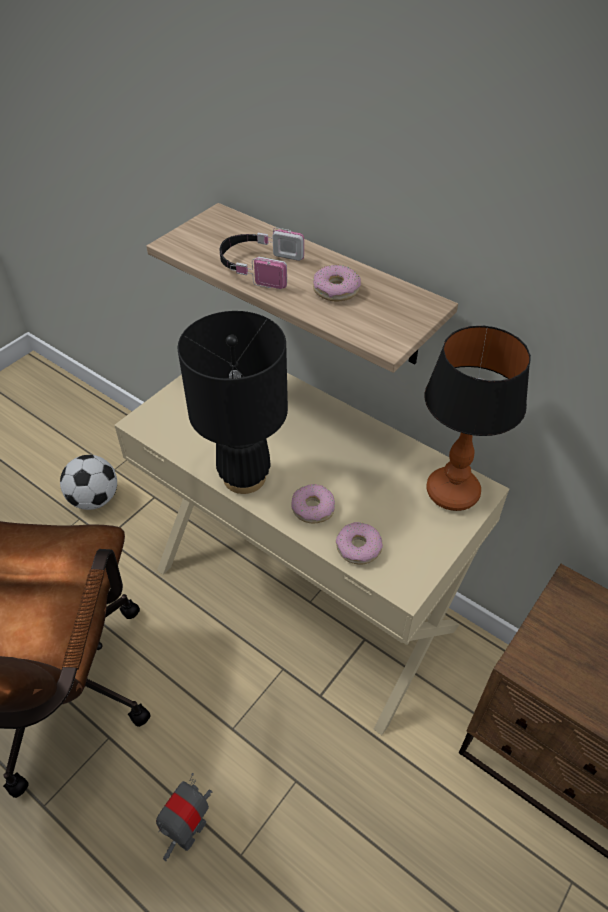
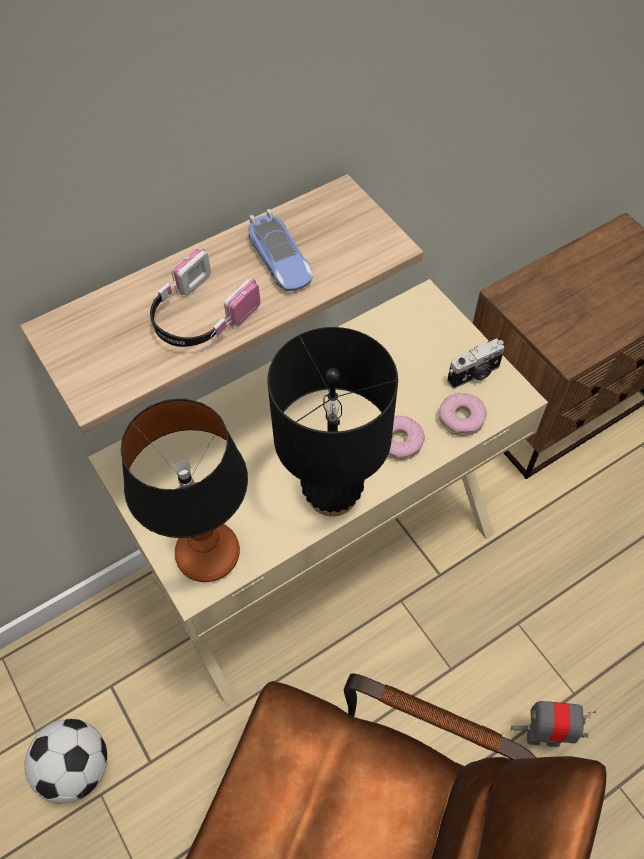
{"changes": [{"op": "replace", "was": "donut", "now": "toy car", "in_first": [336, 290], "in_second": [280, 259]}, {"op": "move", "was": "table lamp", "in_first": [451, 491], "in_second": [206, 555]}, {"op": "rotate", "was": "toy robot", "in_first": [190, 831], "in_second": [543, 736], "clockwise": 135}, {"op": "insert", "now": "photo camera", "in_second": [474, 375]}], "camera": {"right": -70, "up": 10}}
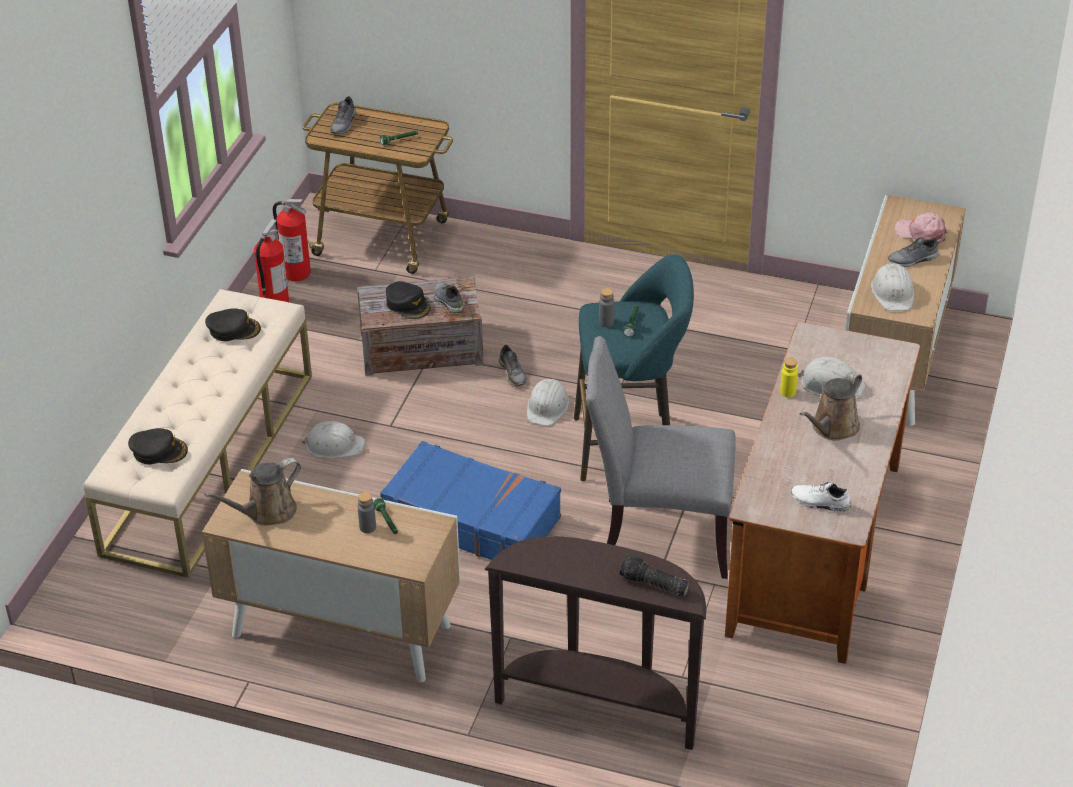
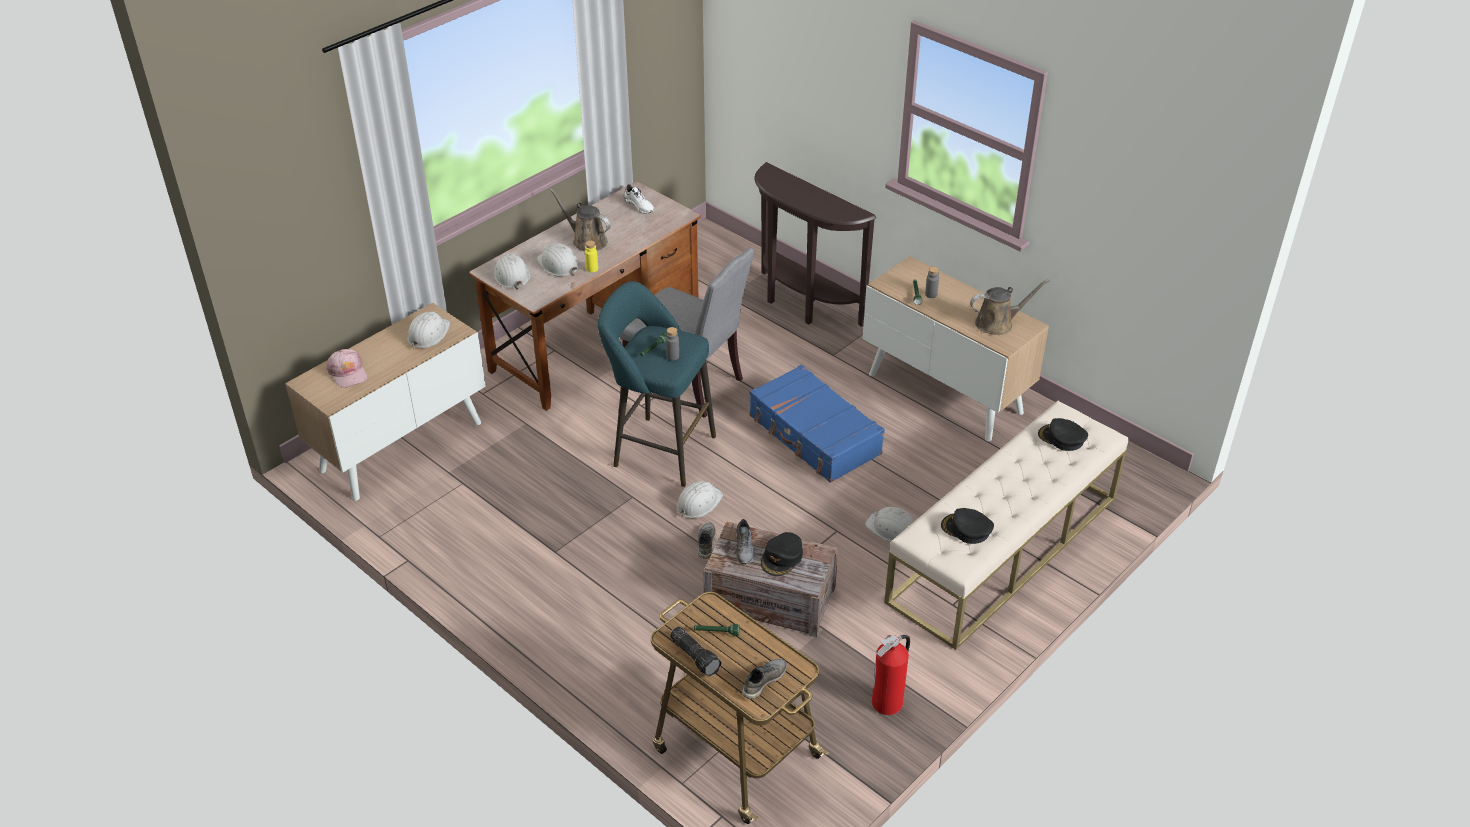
{"changes": [{"op": "delete", "was": "fire extinguisher", "in_first": [296, 273]}, {"op": "delete", "was": "shoe (grey)", "in_first": [913, 260]}, {"op": "rotate", "was": "cap (black)", "in_first": [408, 304], "in_second": [782, 558], "clockwise": -135}, {"op": "rotate", "was": "watering can (brown)", "in_first": [832, 428], "in_second": [587, 240], "clockwise": -120}, {"op": "move", "was": "flashlight", "in_first": [653, 585], "in_second": [696, 656]}, {"op": "insert", "now": "hard hat (white)", "in_second": [511, 275]}], "camera": {"right": -155, "up": 0}}
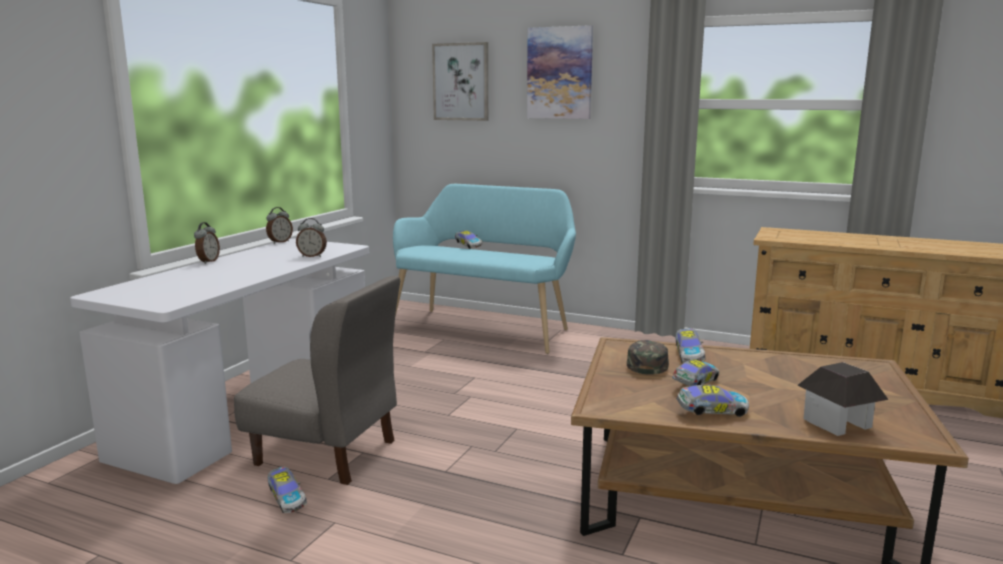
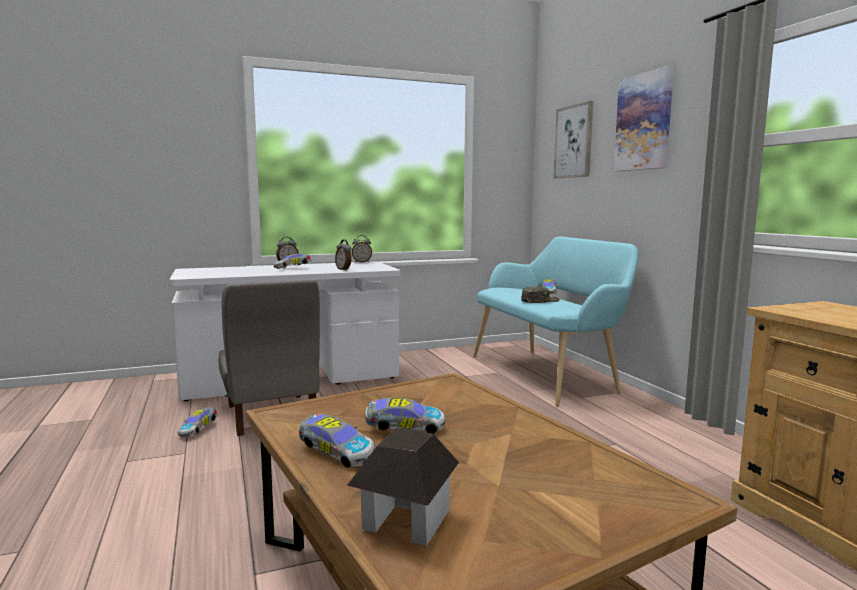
{"changes": [{"op": "move", "was": "toy car", "in_first": [688, 355], "in_second": [293, 268]}, {"op": "move", "was": "cap (green)", "in_first": [647, 363], "in_second": [539, 301]}], "camera": {"right": 45, "up": -5}}
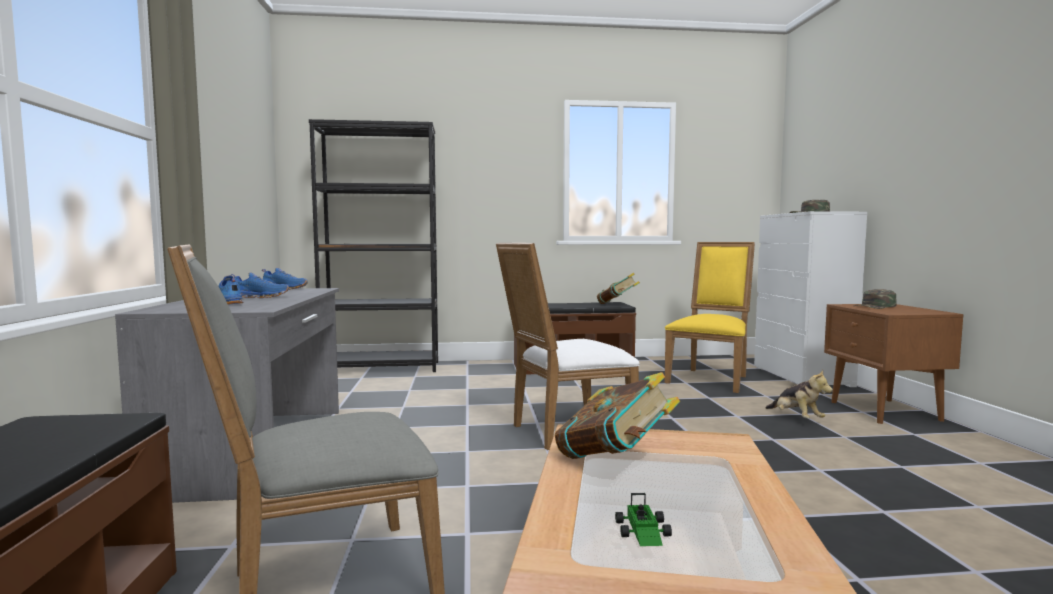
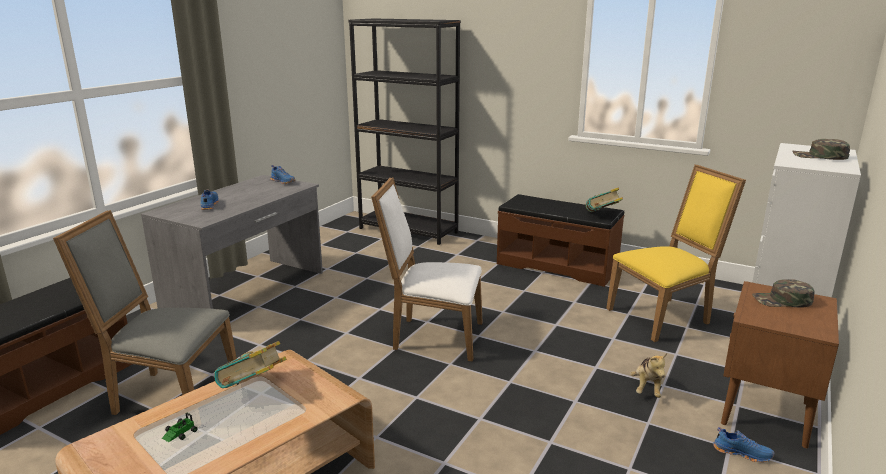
{"changes": [{"op": "move", "was": "shoe (blue)", "in_first": [260, 297], "in_second": [742, 453]}], "camera": {"right": 35, "up": 15}}
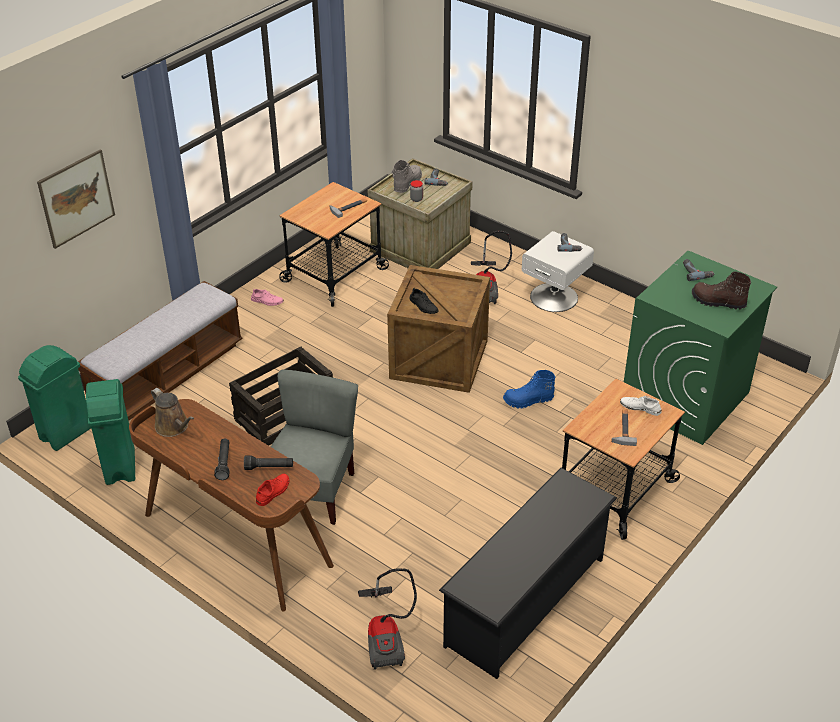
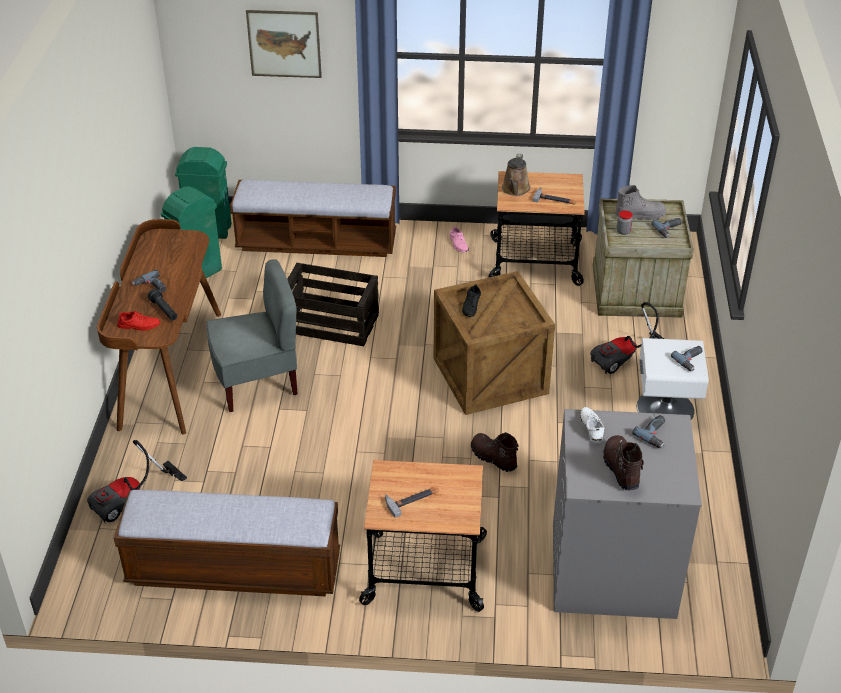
{"changes": [{"op": "recolor", "was": "washing machine (green)", "now": "washing machine (grey)", "in_first": [685, 399], "in_second": [611, 570]}, {"op": "recolor", "was": "boot (blue)", "now": "boot (brown)", "in_first": [528, 401], "in_second": [493, 458]}, {"op": "move", "was": "watering can (brown)", "in_first": [174, 427], "in_second": [515, 190]}, {"op": "move", "was": "shoe (white)", "in_first": [640, 408], "in_second": [591, 427]}, {"op": "replace", "was": "flashlight (black)", "now": "power drill", "in_first": [224, 463], "in_second": [151, 287]}, {"op": "replace", "was": "shoe rack (black)", "now": "bench", "in_first": [526, 601], "in_second": [234, 569]}], "camera": {"right": 55, "up": 0}}
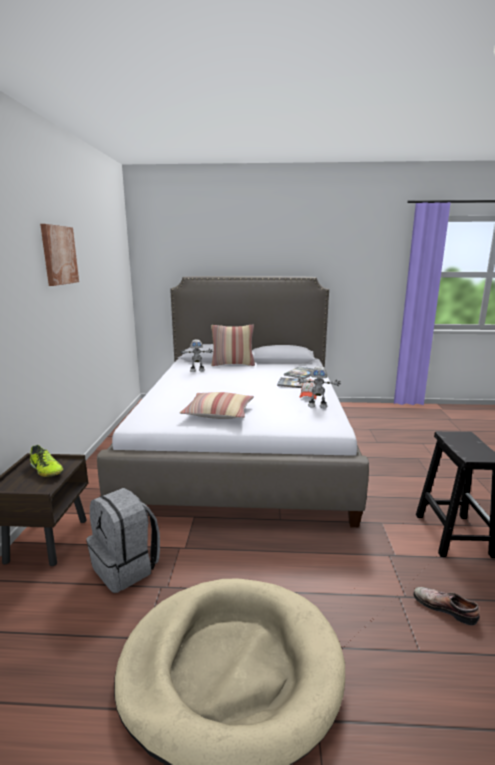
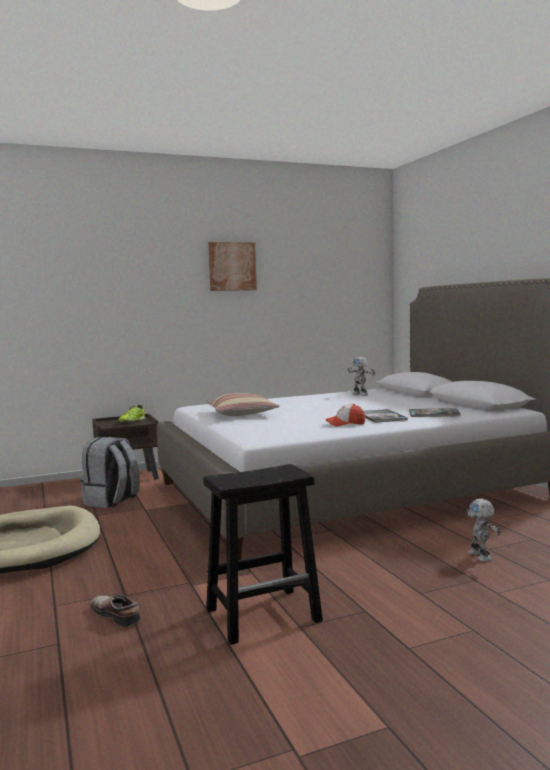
{"changes": [{"op": "delete", "was": "pillow", "in_first": [233, 364]}, {"op": "move", "was": "toy robot", "in_first": [317, 406], "in_second": [481, 556]}, {"op": "rotate", "was": "shoe", "in_first": [444, 607], "in_second": [117, 614], "clockwise": -60}], "camera": {"right": 65, "up": -10}}
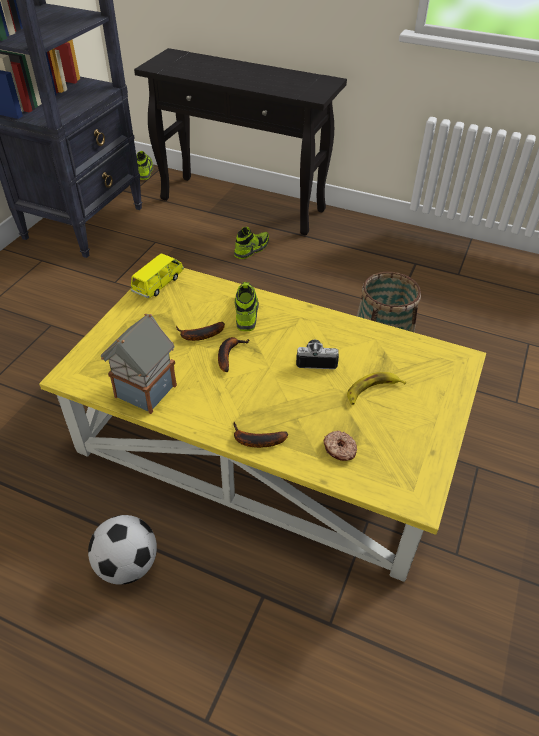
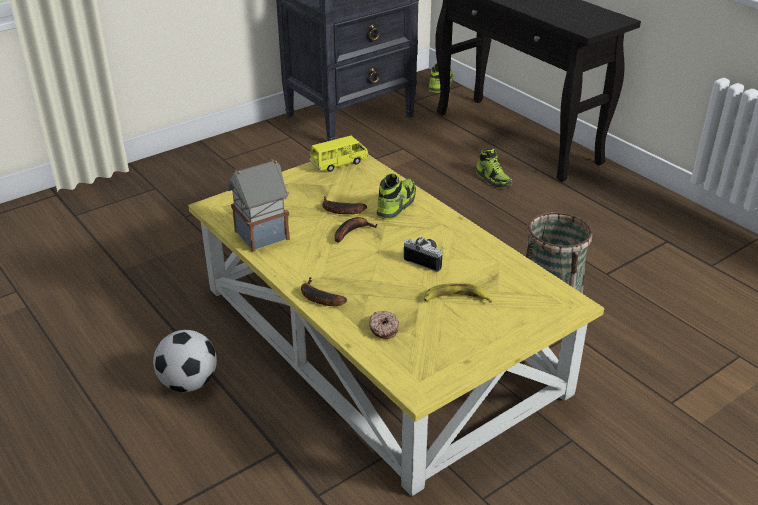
{"changes": [{"op": "rotate", "was": "shoe", "in_first": [251, 249], "in_second": [493, 179], "clockwise": 75}], "camera": {"right": 30, "up": -10}}
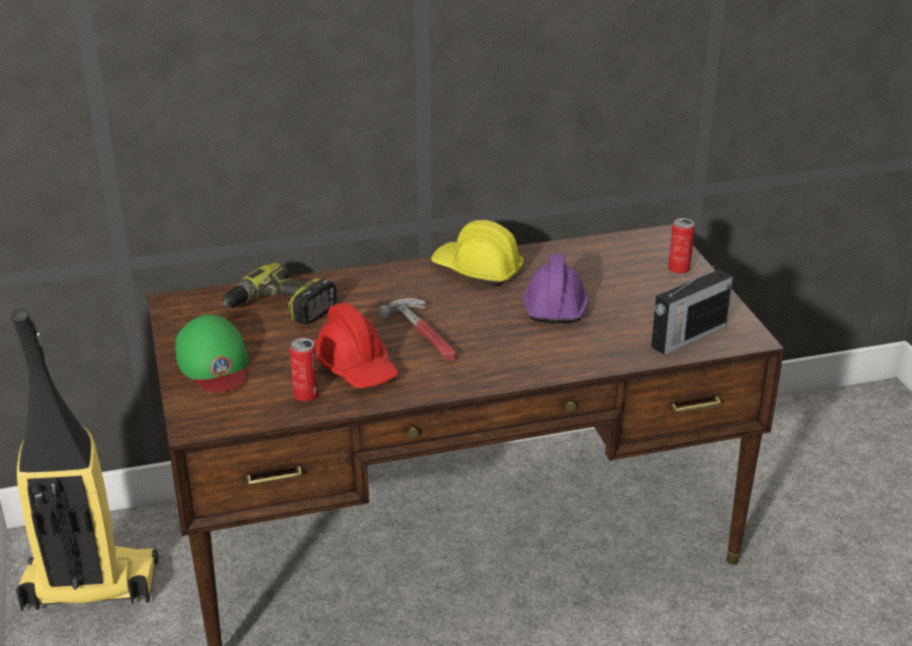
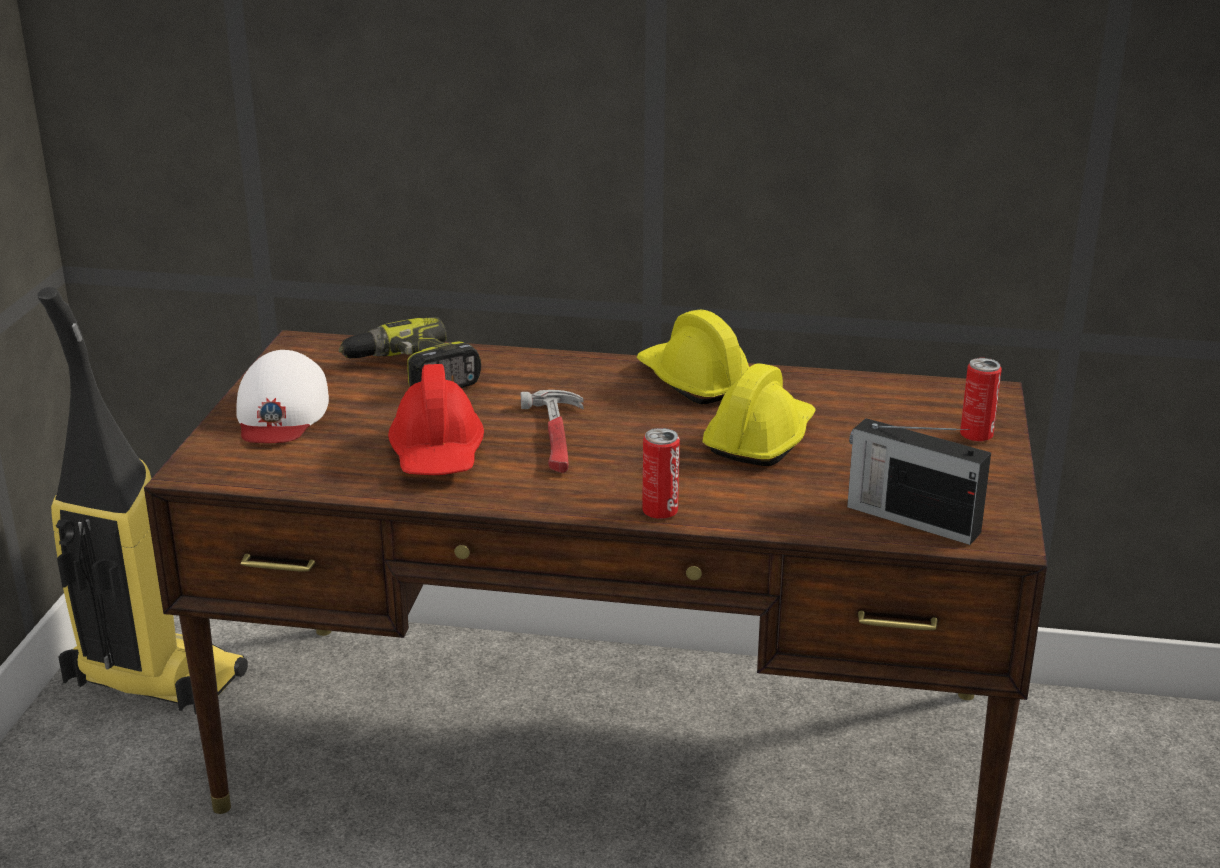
{"changes": [{"op": "recolor", "was": "hard hat (purple)", "now": "hard hat (yellow)", "in_first": [554, 303], "in_second": [760, 439]}, {"op": "rotate", "was": "radio", "in_first": [687, 337], "in_second": [910, 518], "clockwise": 45}, {"op": "recolor", "was": "cap (green)", "now": "cap (white)", "in_first": [214, 363], "in_second": [281, 413]}, {"op": "move", "was": "can", "in_first": [306, 395], "in_second": [660, 512]}], "camera": {"right": 25, "up": -5}}
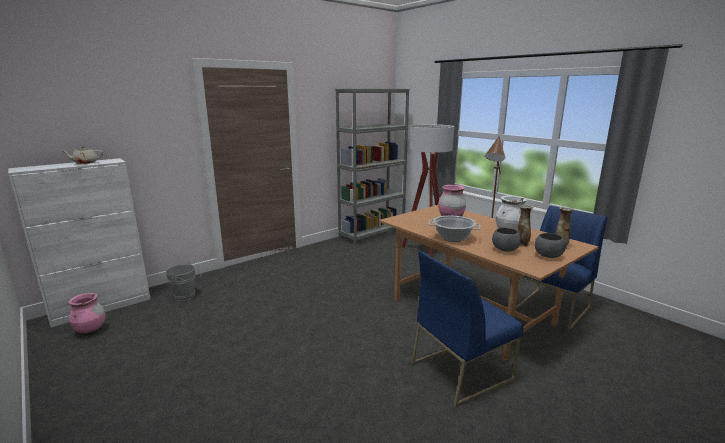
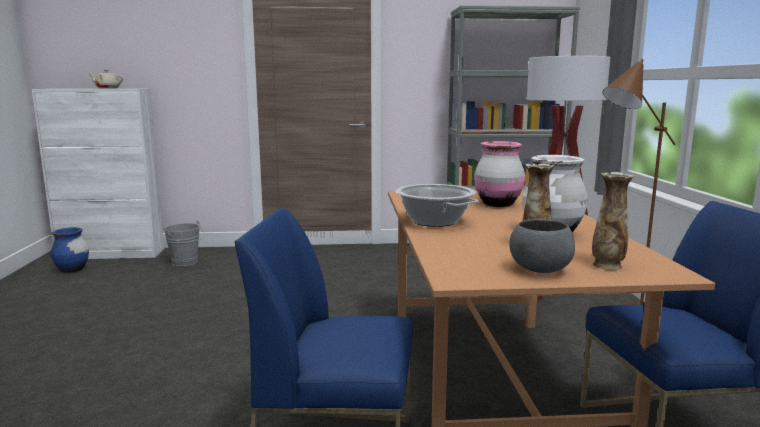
{"changes": [{"op": "delete", "was": "bowl (grey)", "in_first": [505, 250]}, {"op": "recolor", "was": "vase (pink)", "now": "vase (blue)", "in_first": [91, 331], "in_second": [72, 270]}], "camera": {"right": 35, "up": -5}}
